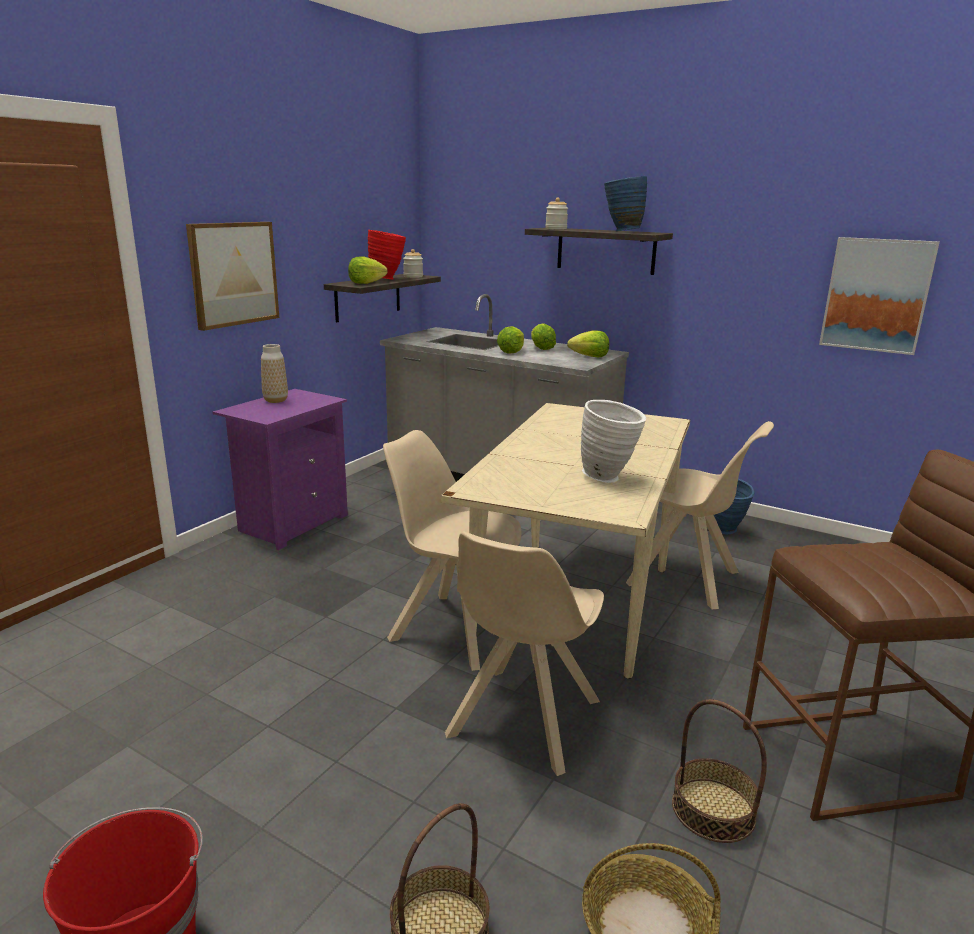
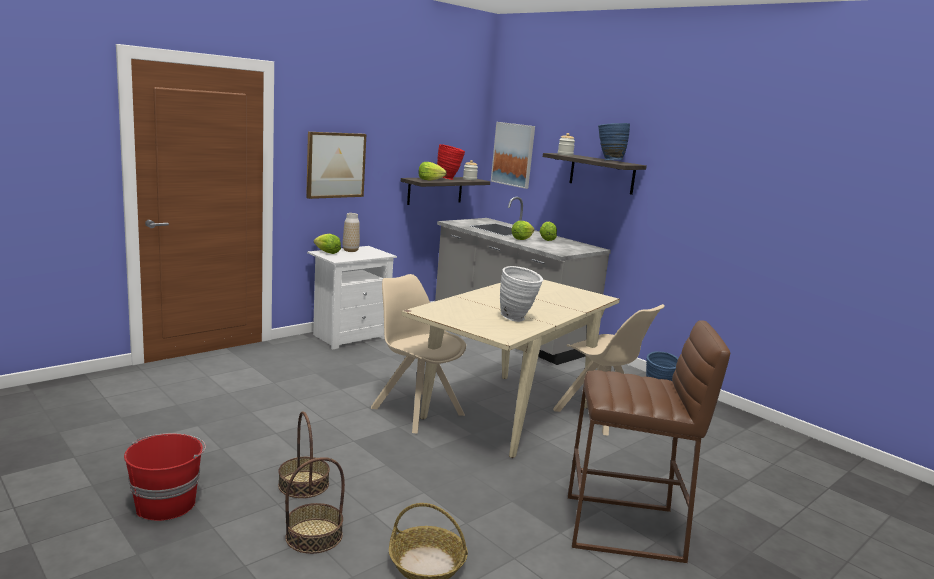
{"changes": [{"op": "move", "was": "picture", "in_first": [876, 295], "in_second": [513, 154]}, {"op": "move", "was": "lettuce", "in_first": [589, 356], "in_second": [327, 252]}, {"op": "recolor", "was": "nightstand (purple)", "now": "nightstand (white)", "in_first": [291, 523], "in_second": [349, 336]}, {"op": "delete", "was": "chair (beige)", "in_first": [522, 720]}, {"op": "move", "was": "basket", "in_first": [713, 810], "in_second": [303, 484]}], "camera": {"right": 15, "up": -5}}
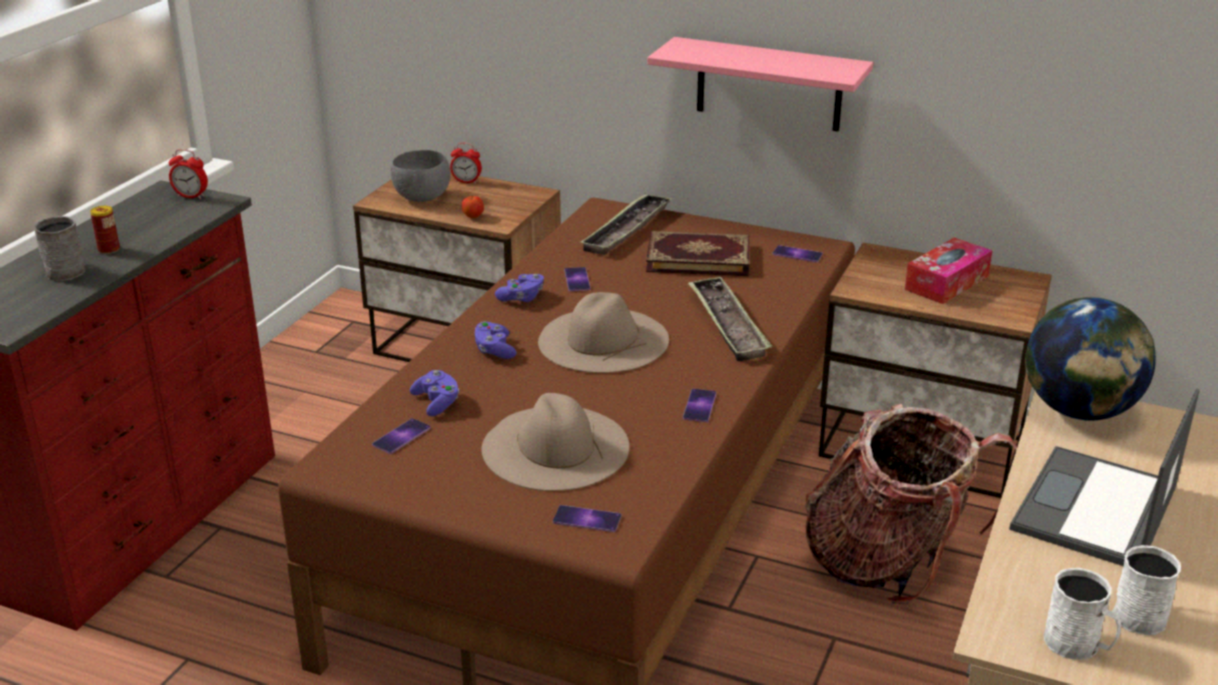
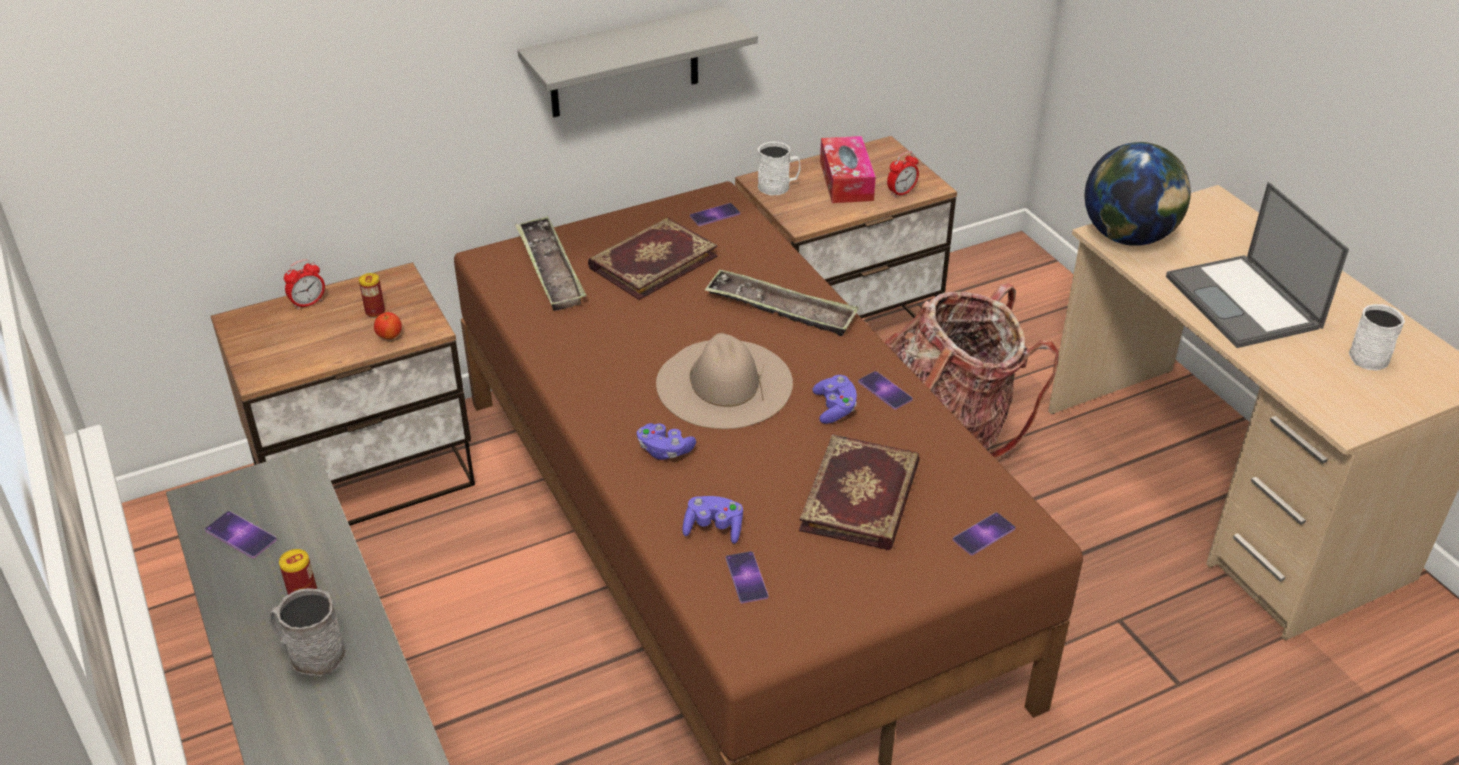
{"changes": [{"op": "recolor", "was": "shelf (pink)", "now": "shelf (grey)", "in_first": [769, 85], "in_second": [624, 63]}, {"op": "move", "was": "alarm clock", "in_first": [191, 196], "in_second": [901, 193]}, {"op": "delete", "was": "bowl (grey)", "in_first": [422, 198]}, {"op": "move", "was": "phone", "in_first": [577, 279], "in_second": [241, 535]}, {"op": "move", "was": "game controller (purple)", "in_first": [521, 298], "in_second": [835, 408]}, {"op": "replace", "was": "hat (beige)", "now": "book", "in_first": [555, 447], "in_second": [862, 497]}, {"op": "move", "was": "mug (white)", "in_first": [1078, 645], "in_second": [778, 186]}, {"op": "insert", "now": "can", "in_second": [375, 312]}], "camera": {"right": -50, "up": 10}}
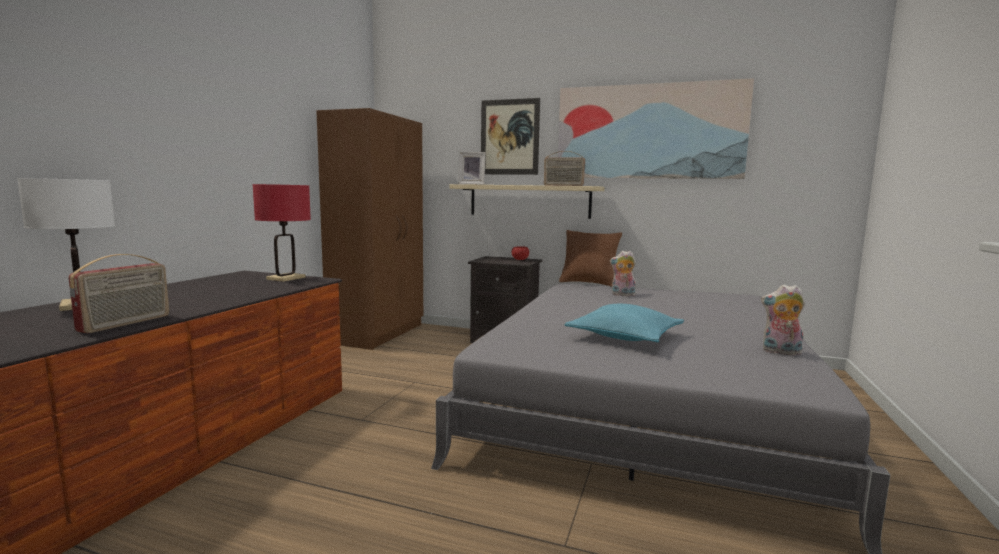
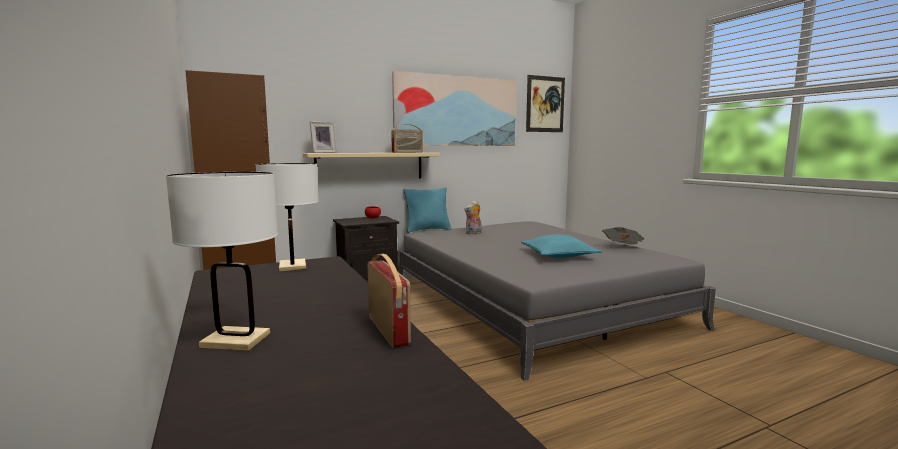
{"changes": [{"op": "move", "was": "picture", "in_first": [509, 137], "in_second": [545, 104]}, {"op": "recolor", "was": "table lamp (red)", "now": "table lamp (white)", "in_first": [286, 278], "in_second": [292, 266]}, {"op": "recolor", "was": "pillow (brown)", "now": "pillow (turquoise)", "in_first": [588, 283], "in_second": [428, 230]}, {"op": "replace", "was": "plush toy", "now": "newspaper", "in_first": [780, 352], "in_second": [623, 247]}], "camera": {"right": -45, "up": 0}}
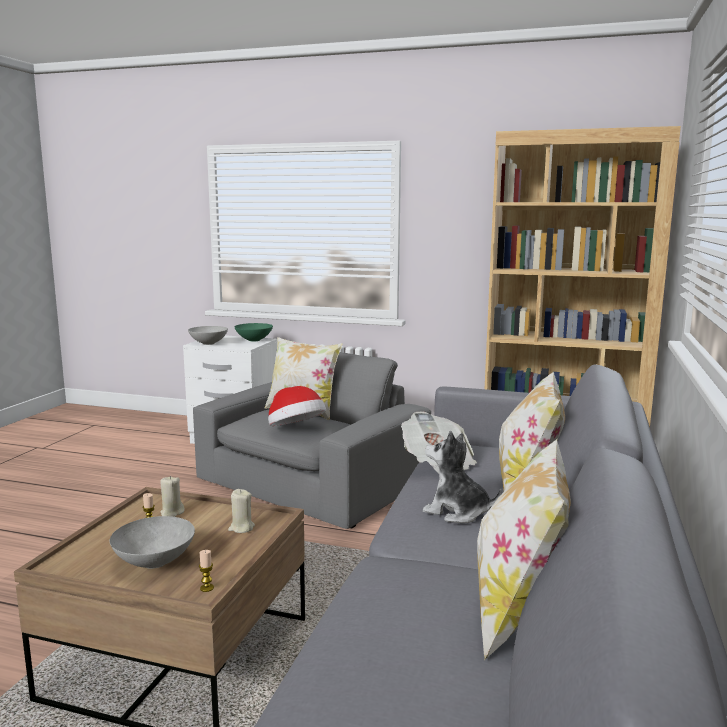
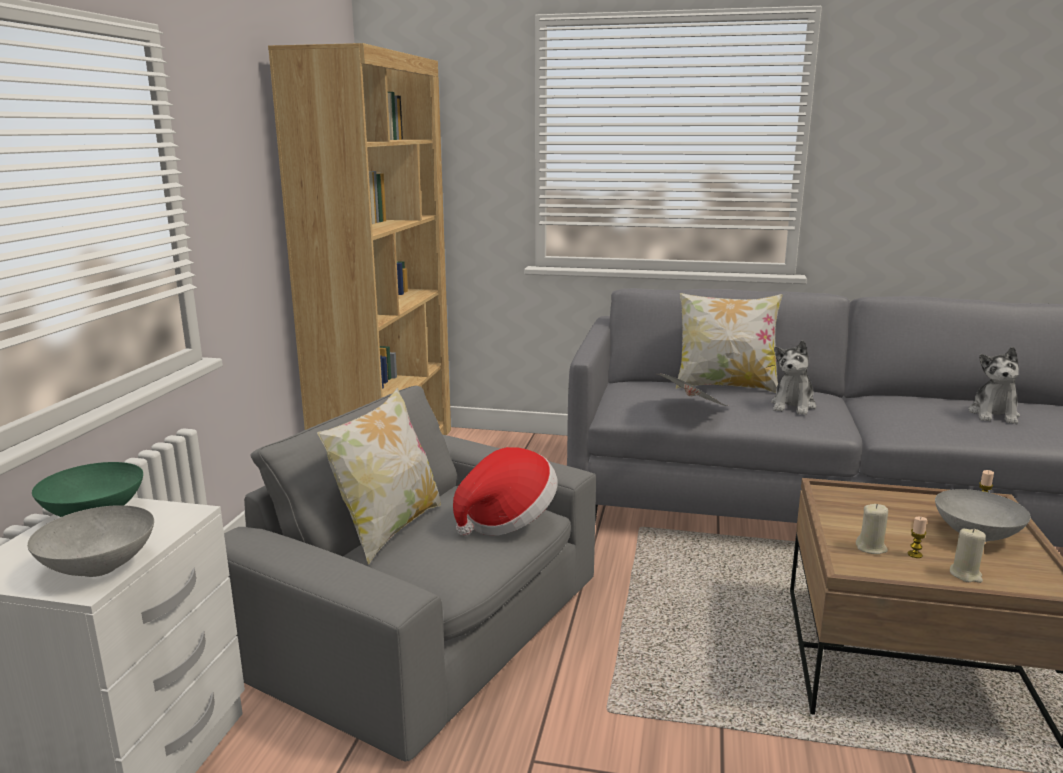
{"changes": [{"op": "delete", "was": "pillow", "in_first": [519, 611]}, {"op": "move", "was": "candle (beige)", "in_first": [241, 528], "in_second": [965, 575]}, {"op": "insert", "now": "plush toy", "in_second": [994, 414]}], "camera": {"right": -95, "up": 5}}
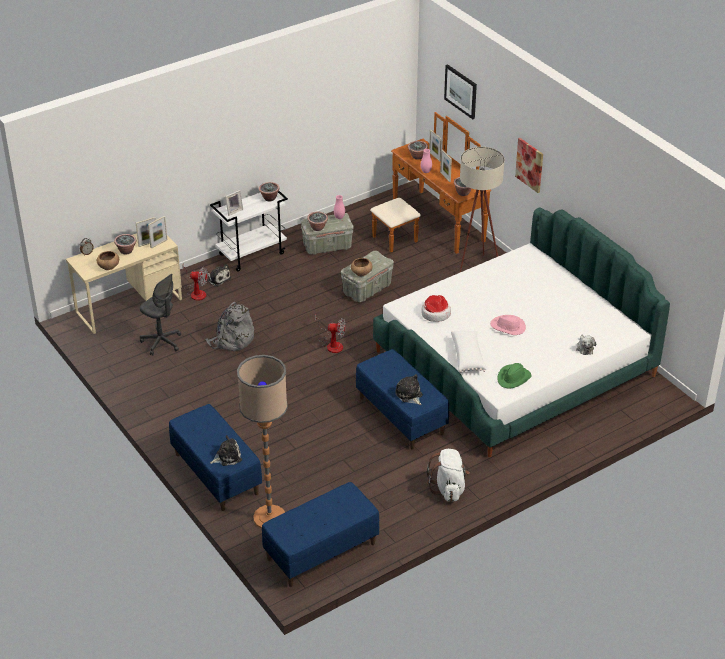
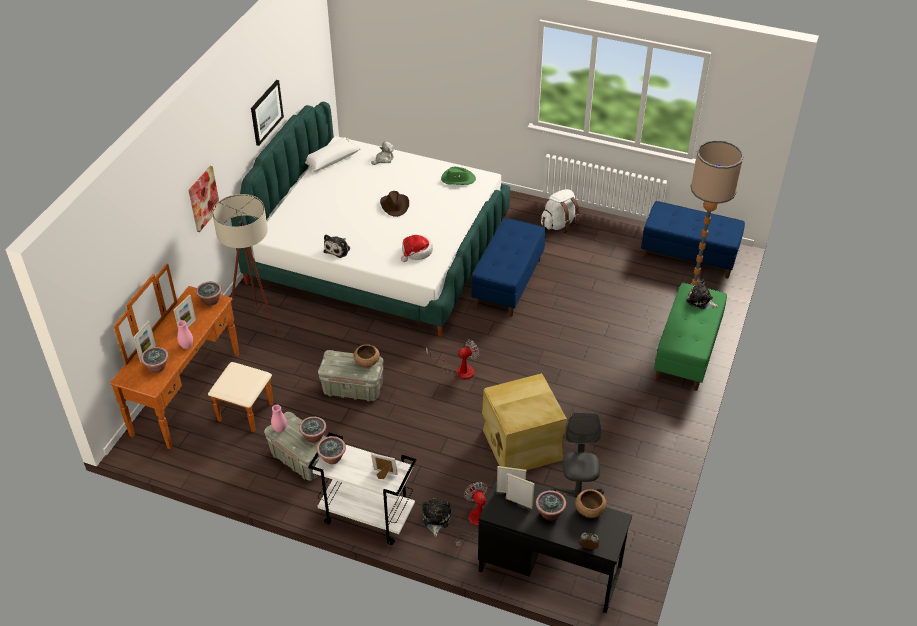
{"changes": [{"op": "move", "was": "picture", "in_first": [461, 91], "in_second": [266, 112]}, {"op": "recolor", "was": "desk (beige)", "now": "desk (black)", "in_first": [129, 305], "in_second": [549, 568]}, {"op": "replace", "was": "backpack (grey)", "now": "storage box (beige)", "in_first": [232, 340], "in_second": [521, 444]}, {"op": "rotate", "was": "fan", "in_first": [332, 344], "in_second": [459, 370], "clockwise": 90}, {"op": "recolor", "was": "hat (pink)", "now": "hat (brown)", "in_first": [508, 327], "in_second": [395, 206]}, {"op": "move", "was": "pillow (white)", "in_first": [468, 357], "in_second": [331, 160]}, {"op": "move", "was": "plush toy", "in_first": [409, 395], "in_second": [338, 249]}, {"op": "recolor", "was": "bench (blue)", "now": "bench (green)", "in_first": [216, 474], "in_second": [687, 353]}], "camera": {"right": -125, "up": 5}}
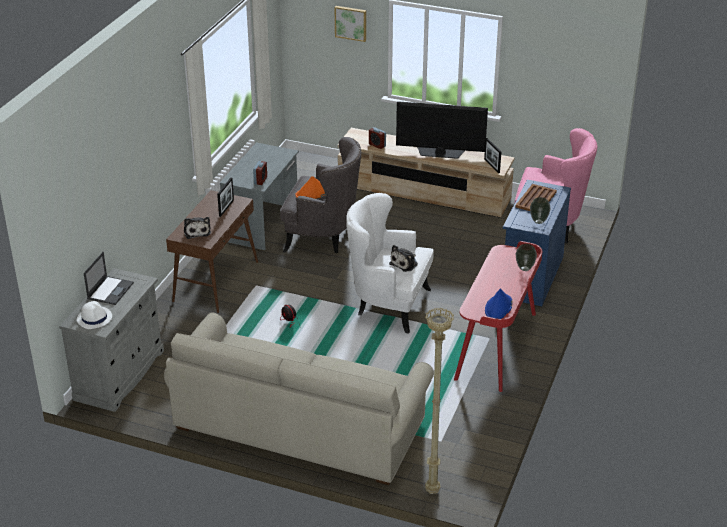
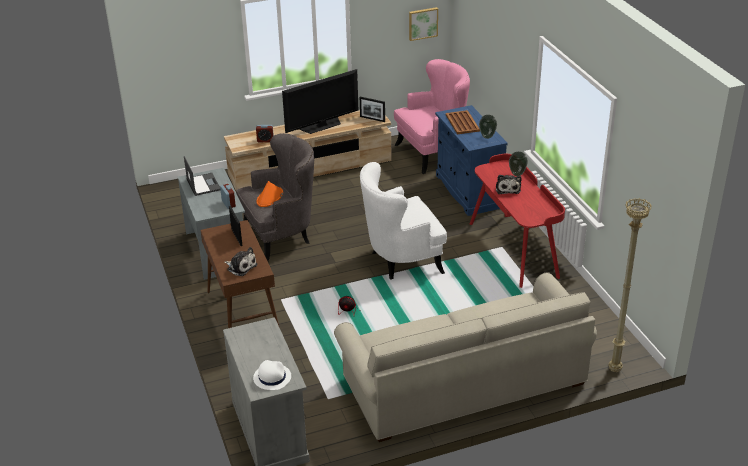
{"changes": [{"op": "move", "was": "picture", "in_first": [351, 23], "in_second": [422, 23]}, {"op": "move", "was": "plush toy", "in_first": [405, 263], "in_second": [507, 188]}, {"op": "move", "was": "laptop", "in_first": [110, 290], "in_second": [203, 184]}, {"op": "delete", "was": "hat (blue)", "in_first": [498, 307]}], "camera": {"right": -40, "up": 0}}
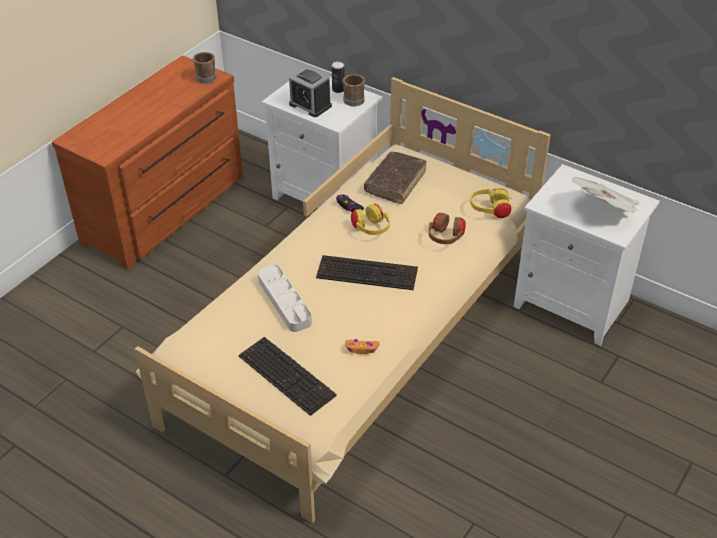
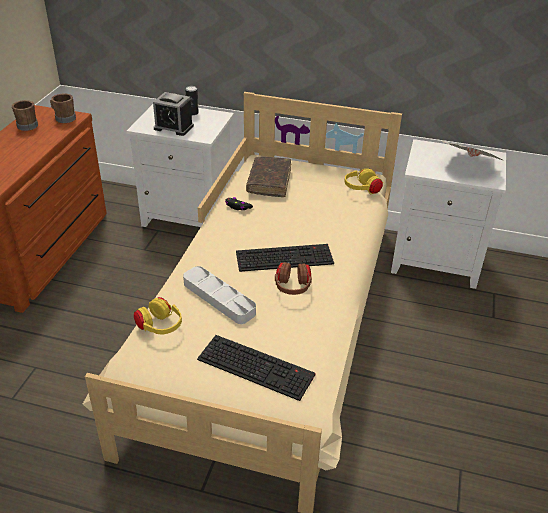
{"changes": [{"op": "move", "was": "mug (brown)", "in_first": [354, 99], "in_second": [28, 125]}, {"op": "move", "was": "headphones (yellow)", "in_first": [370, 229], "in_second": [159, 327]}, {"op": "move", "was": "headphones (brown)", "in_first": [445, 238], "in_second": [292, 288]}, {"op": "delete", "was": "game controller (orange)", "in_first": [362, 349]}], "camera": {"right": -20, "up": -5}}
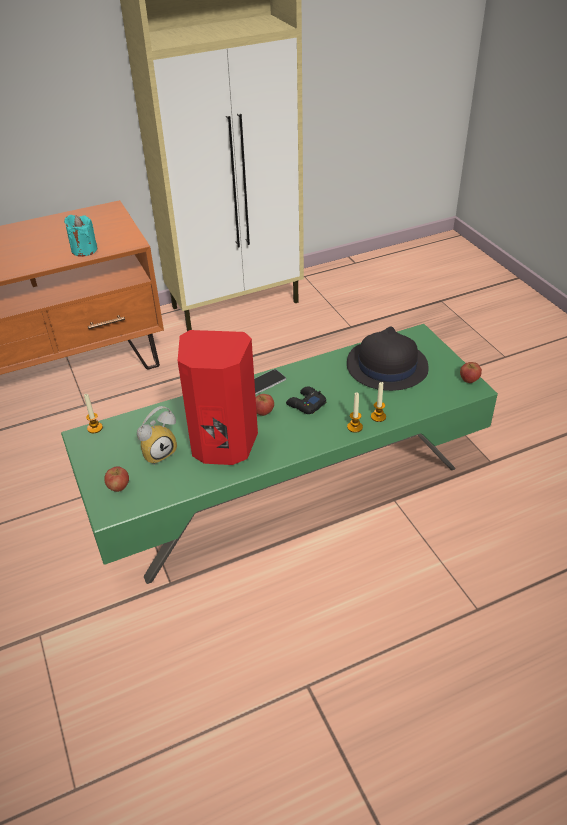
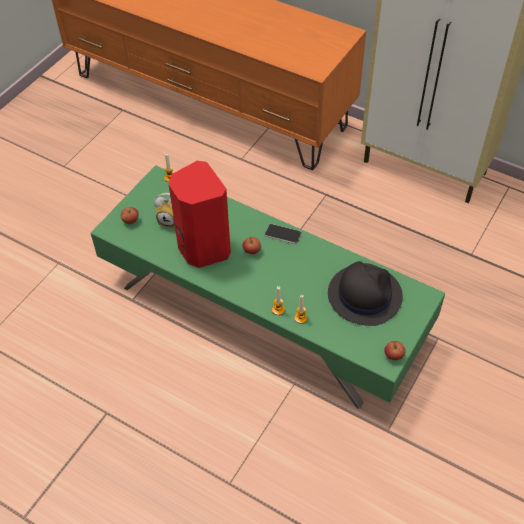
{"changes": [{"op": "delete", "was": "candle (turquoise)", "in_first": [84, 250]}, {"op": "delete", "was": "game controller (black)", "in_first": [306, 404]}], "camera": {"right": 55, "up": 10}}
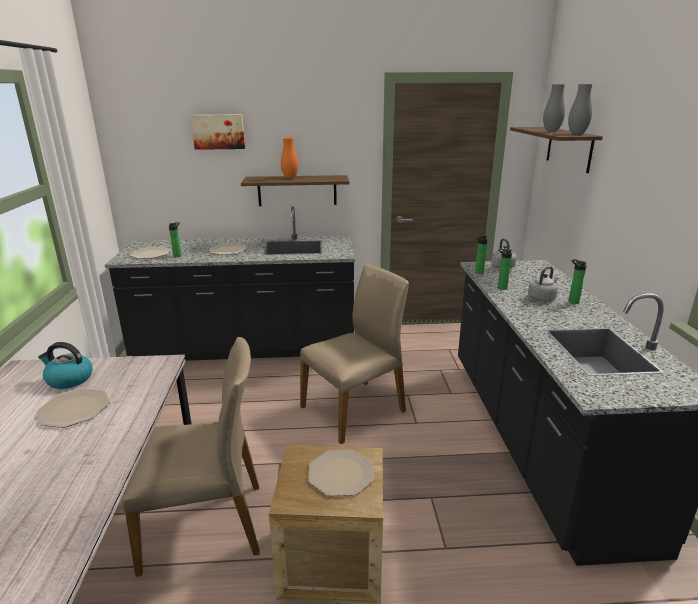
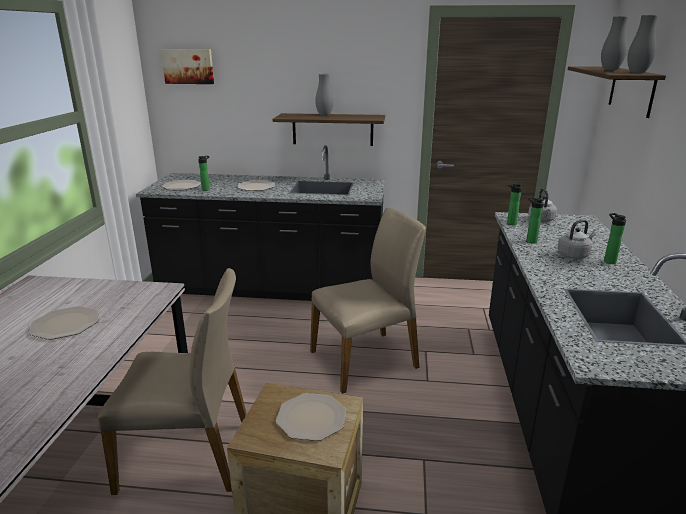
{"changes": [{"op": "move", "was": "picture", "in_first": [218, 131], "in_second": [188, 66]}, {"op": "recolor", "was": "vase (orange)", "now": "vase (grey)", "in_first": [290, 177], "in_second": [324, 115]}, {"op": "delete", "was": "kettle", "in_first": [69, 379]}], "camera": {"right": 10, "up": 0}}
